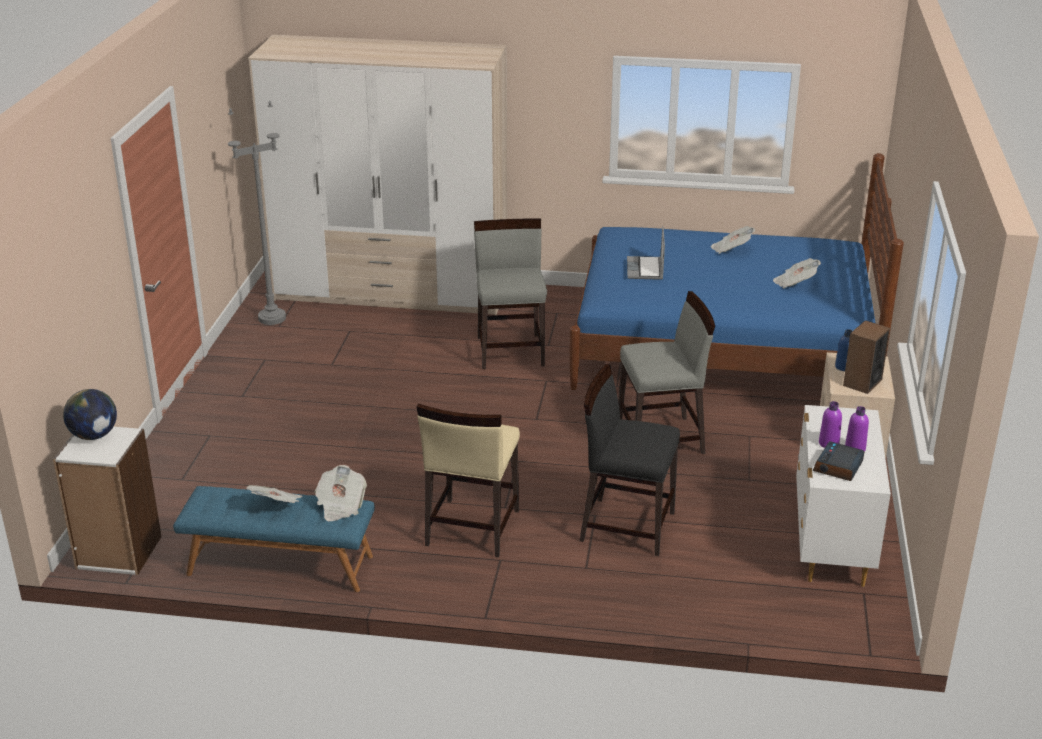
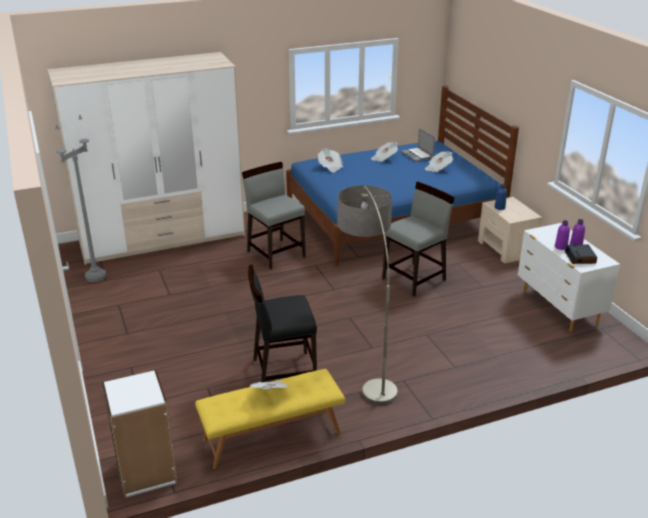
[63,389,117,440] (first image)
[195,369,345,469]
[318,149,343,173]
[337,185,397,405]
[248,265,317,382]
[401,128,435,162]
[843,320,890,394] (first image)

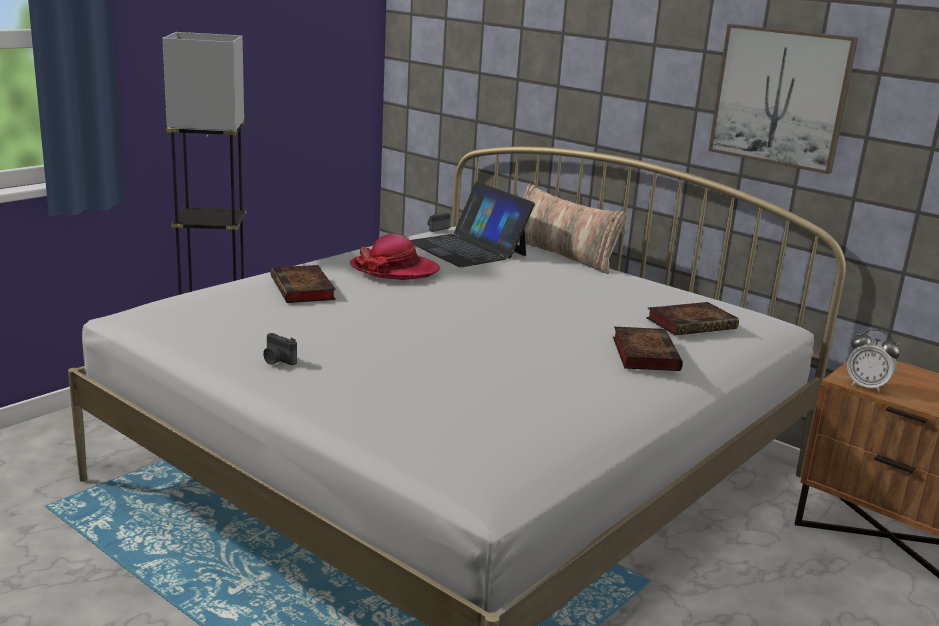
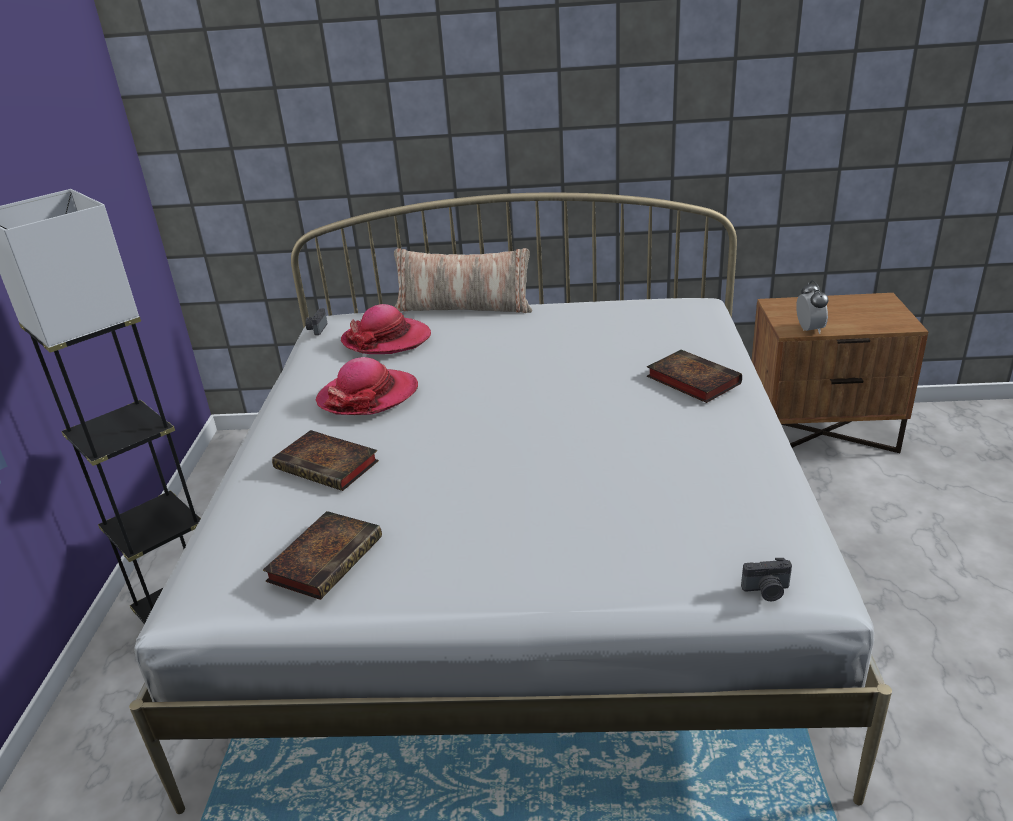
[741,558,792,601]
[341,304,431,354]
[263,511,382,600]
[708,24,858,174] (first image)
[796,280,828,334]

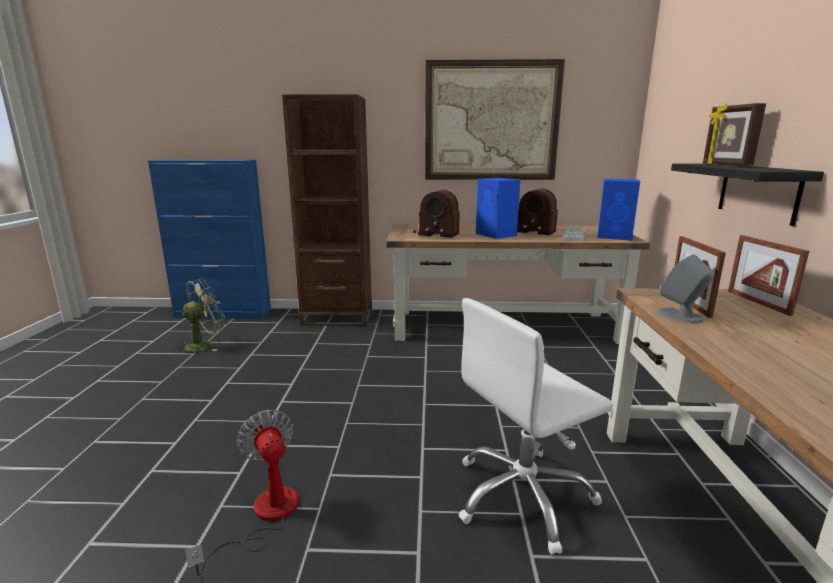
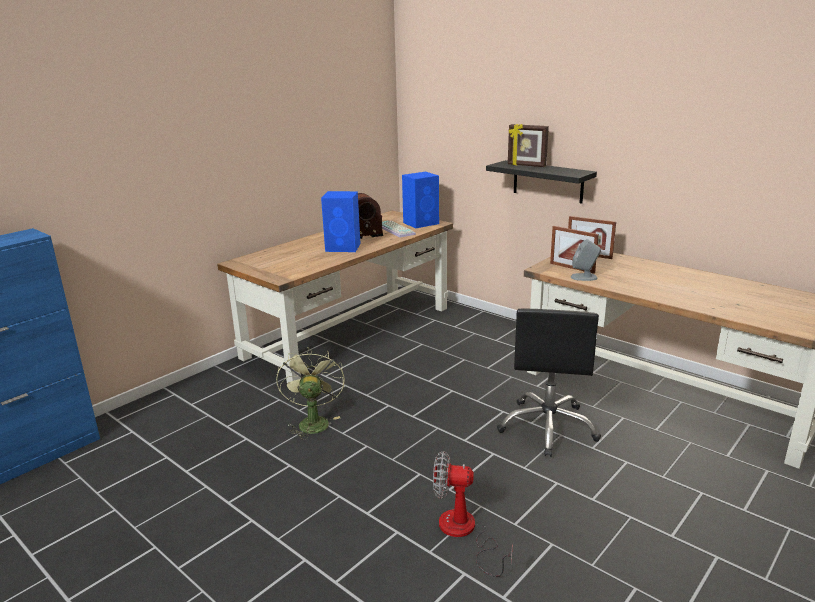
[276,347,345,440]
[282,94,372,326] (first image)
[413,190,460,238] (first image)
[425,59,565,180] (first image)
[497,309,601,457]

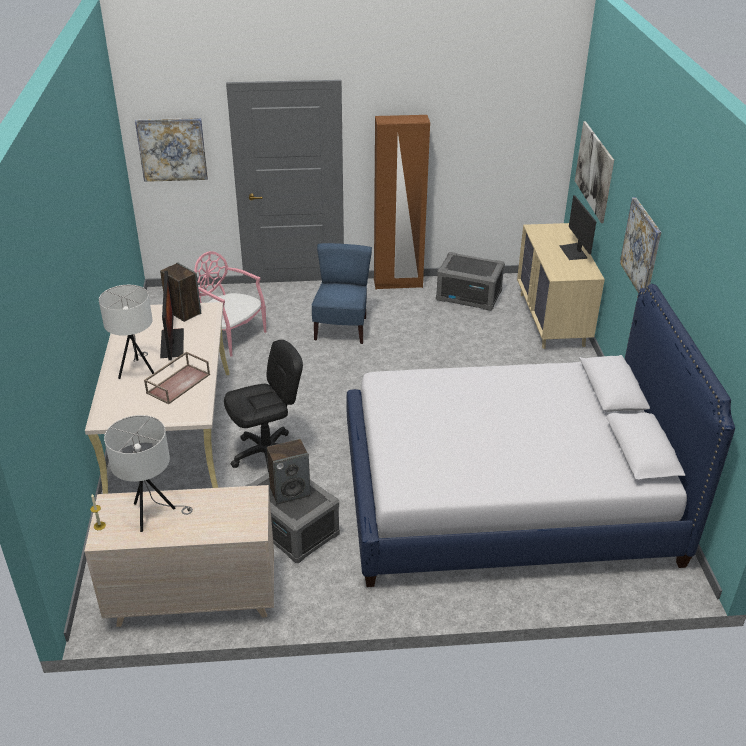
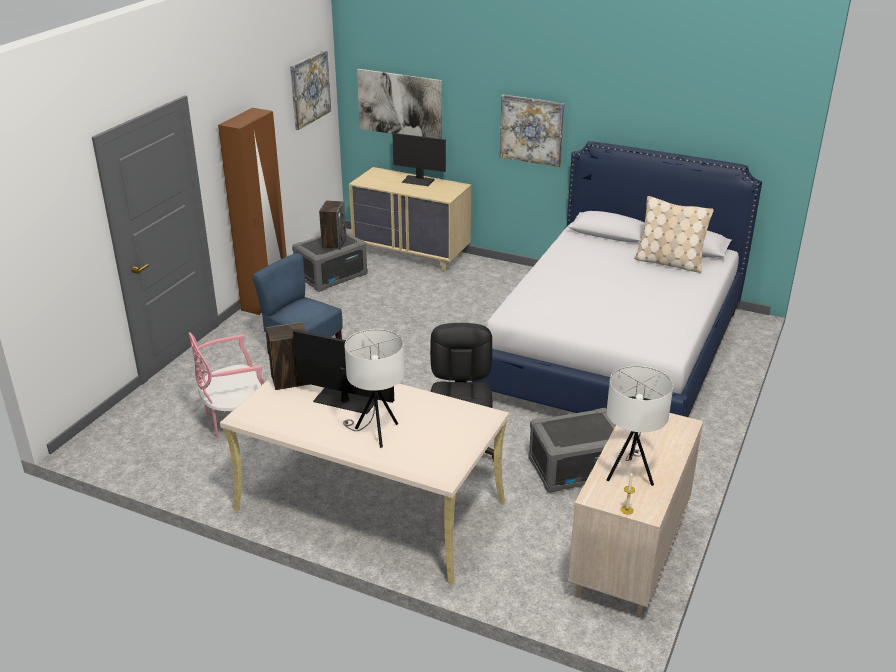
[290,50,331,130]
[144,351,210,404] (first image)
[319,201,346,250]
[634,196,714,273]

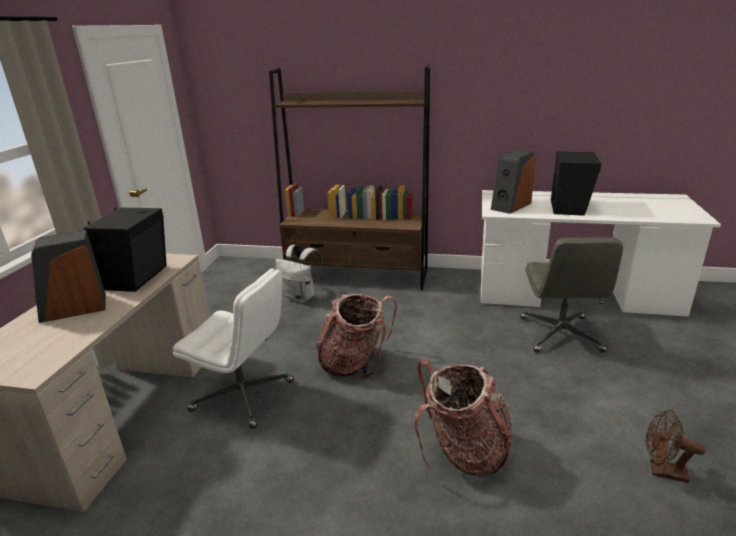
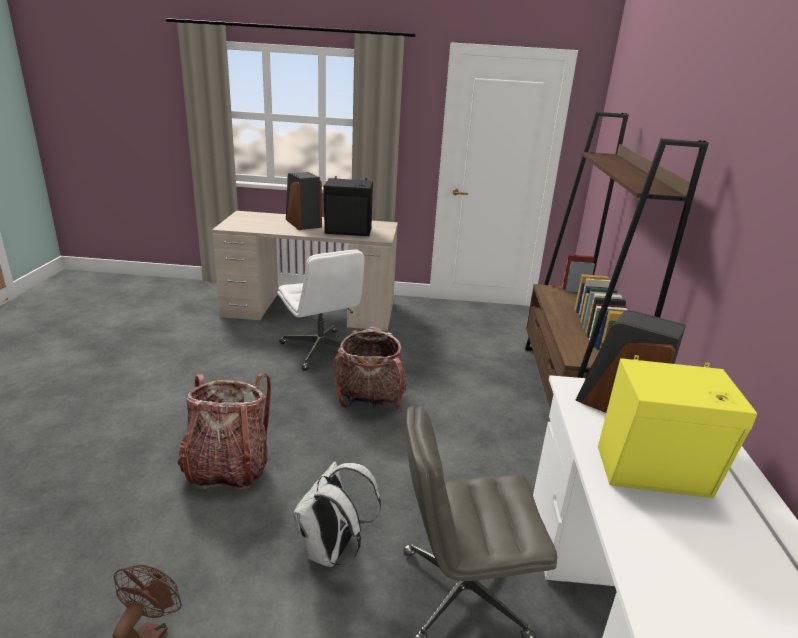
[278,249,365,371]
[293,461,381,567]
[598,355,757,498]

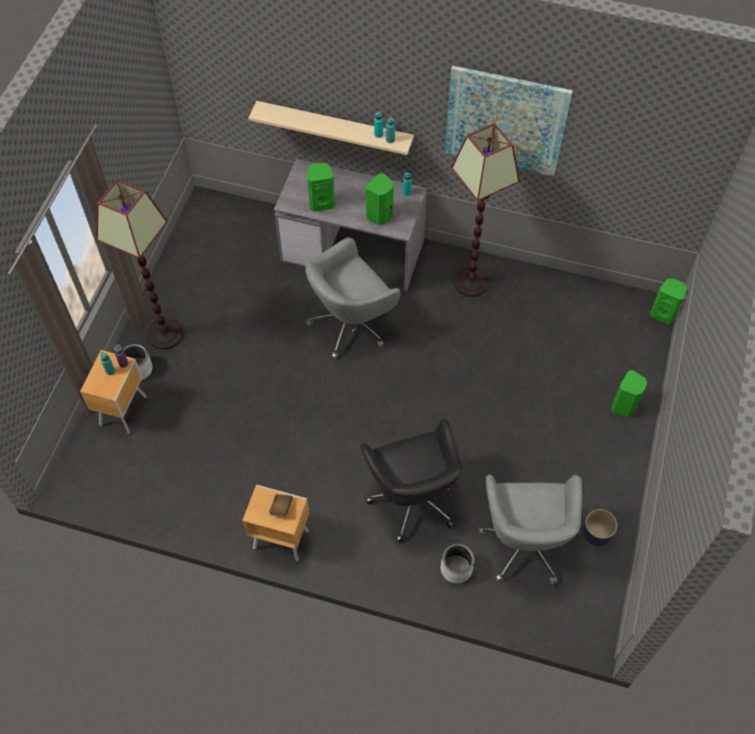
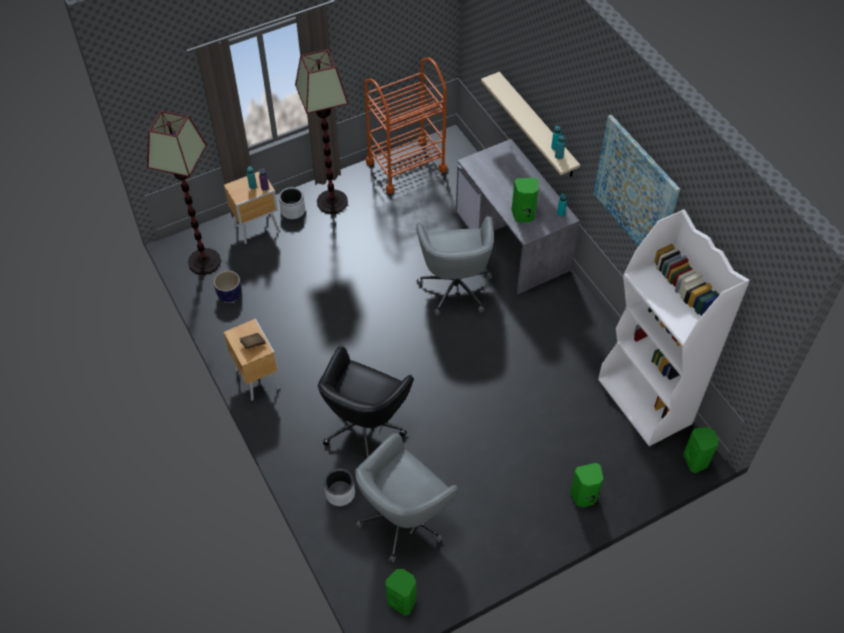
[416,216,493,315]
[385,569,416,616]
[147,111,221,275]
[214,271,242,302]
[364,58,447,194]
[598,209,750,446]

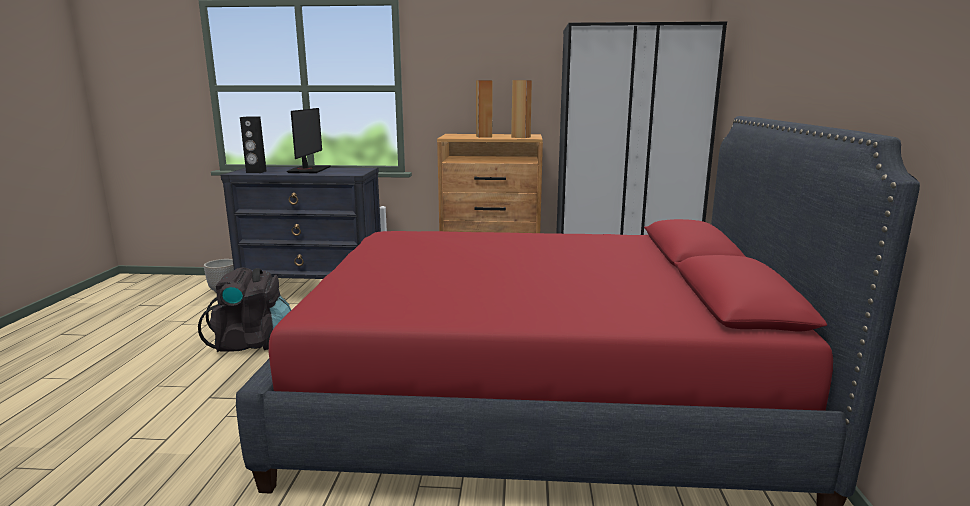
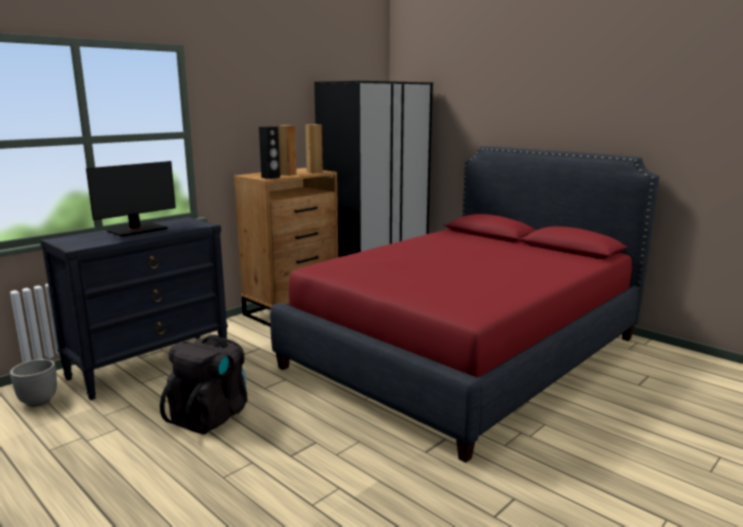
[259,126,280,179]
[86,161,176,237]

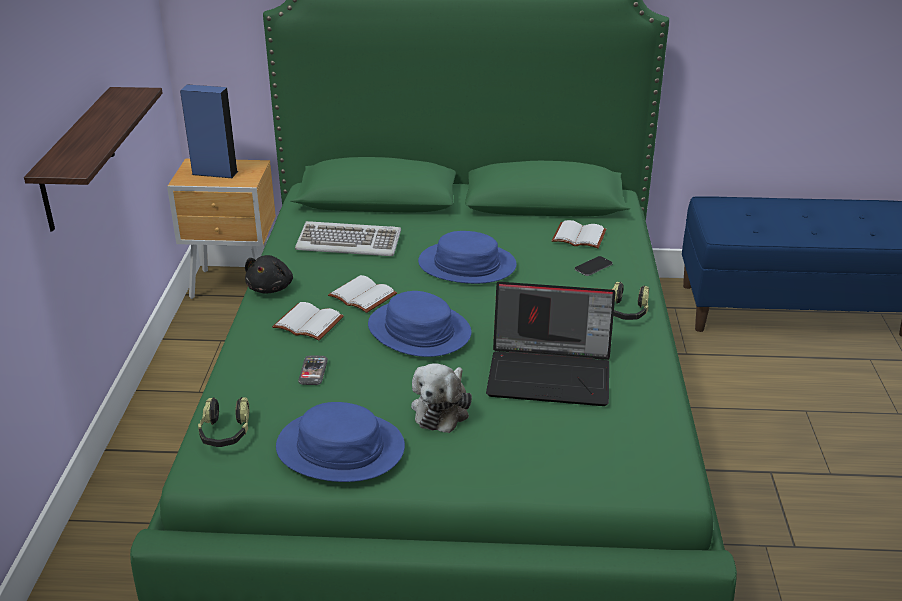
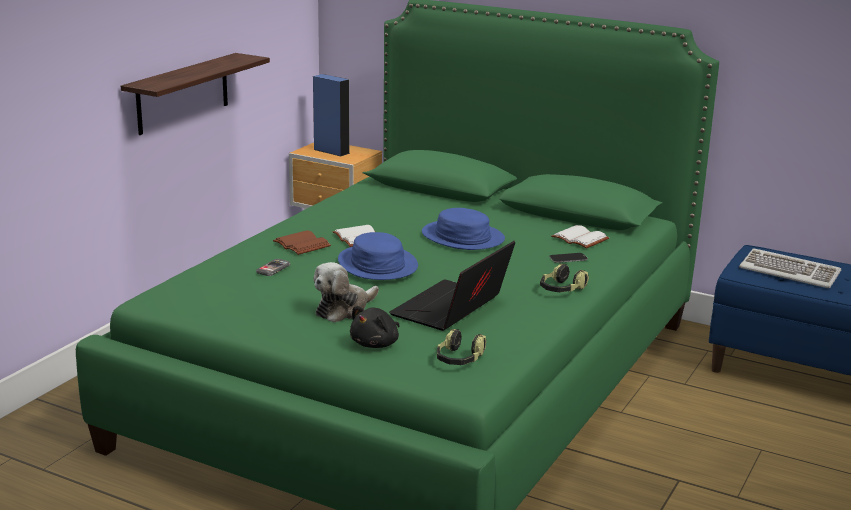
[437,329,486,365]
[350,306,400,348]
[273,230,331,255]
[276,402,405,482] (first image)
[739,248,841,288]
[389,241,515,331]

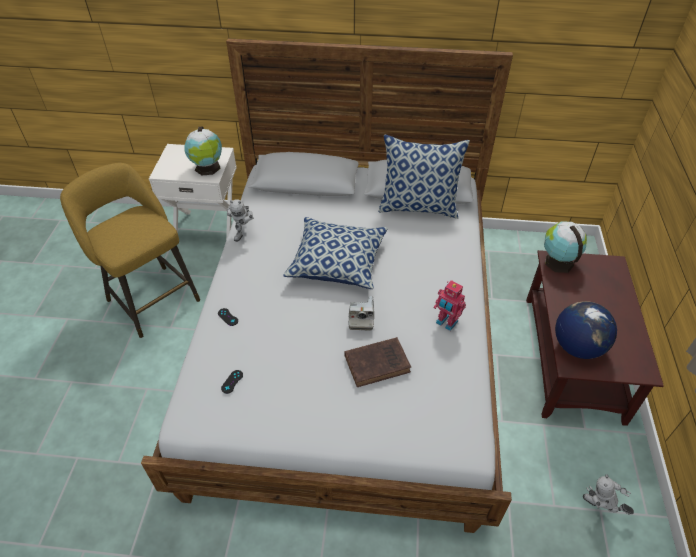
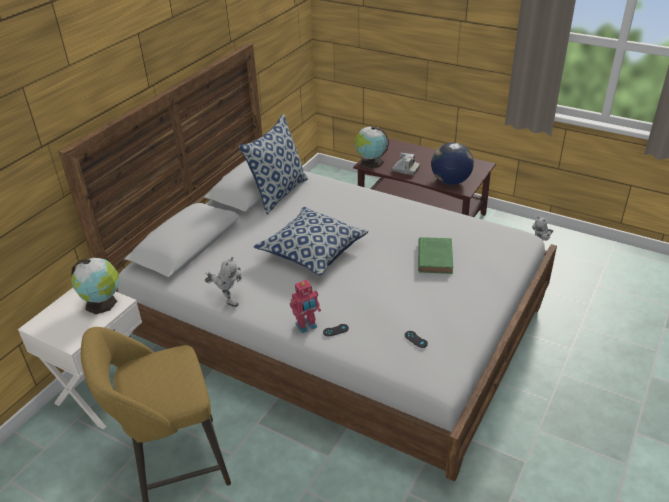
[418,237,453,274]
[392,153,420,175]
[290,280,321,333]

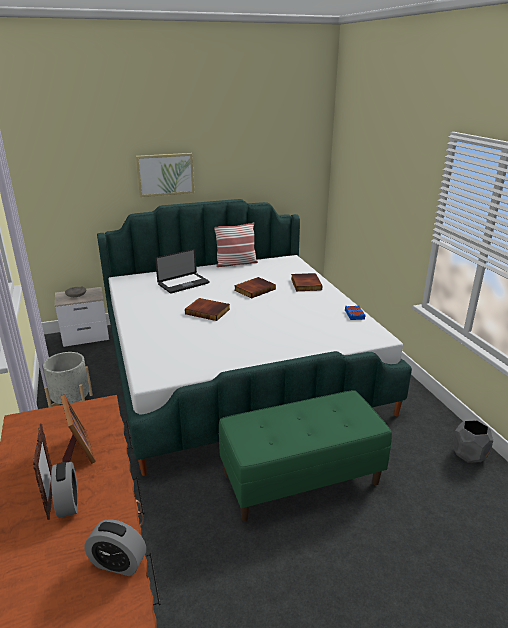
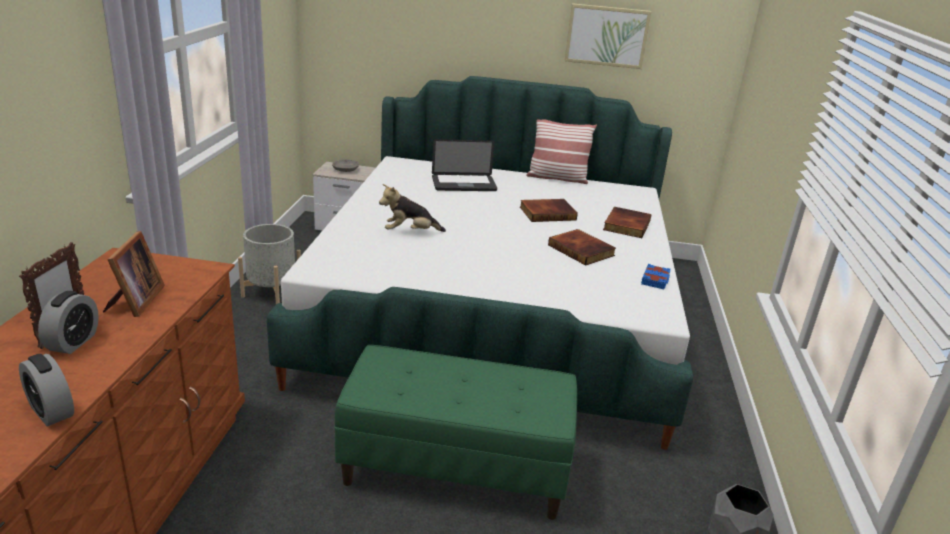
[565,3,652,69]
[548,229,616,265]
[379,184,446,232]

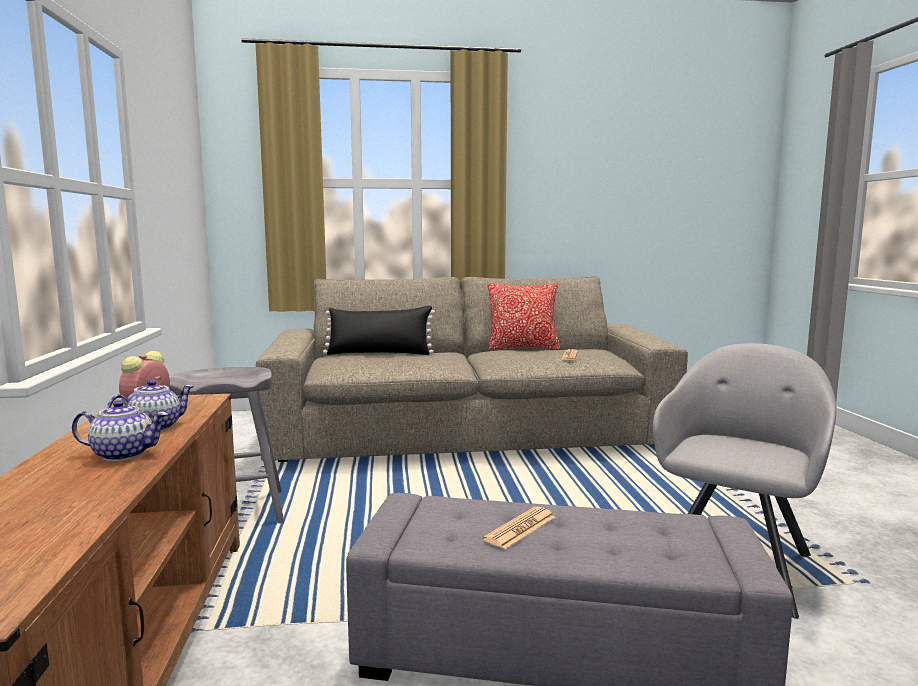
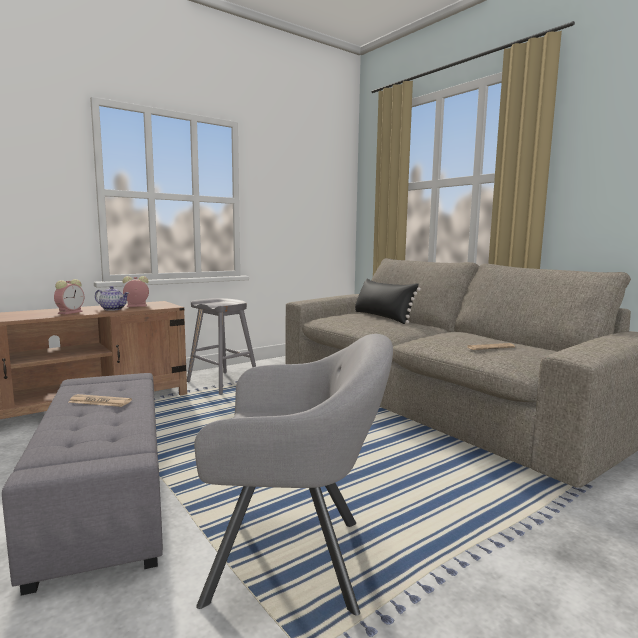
[54,279,84,315]
[488,283,560,350] (first image)

